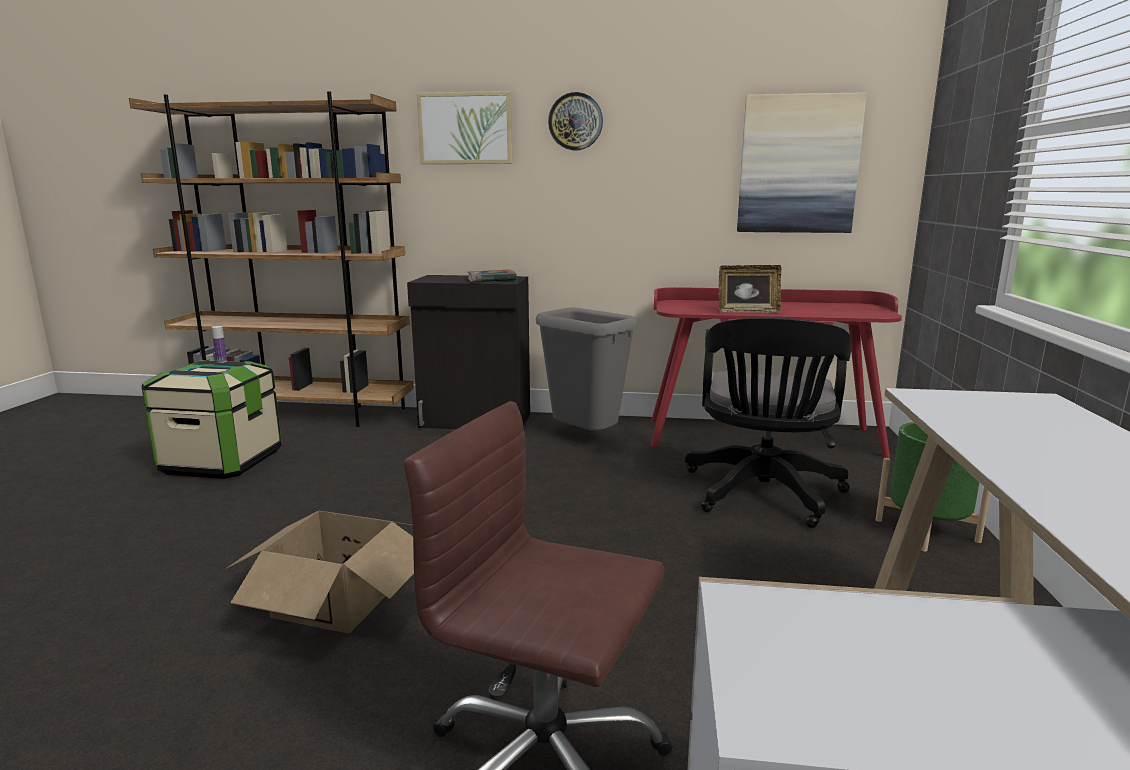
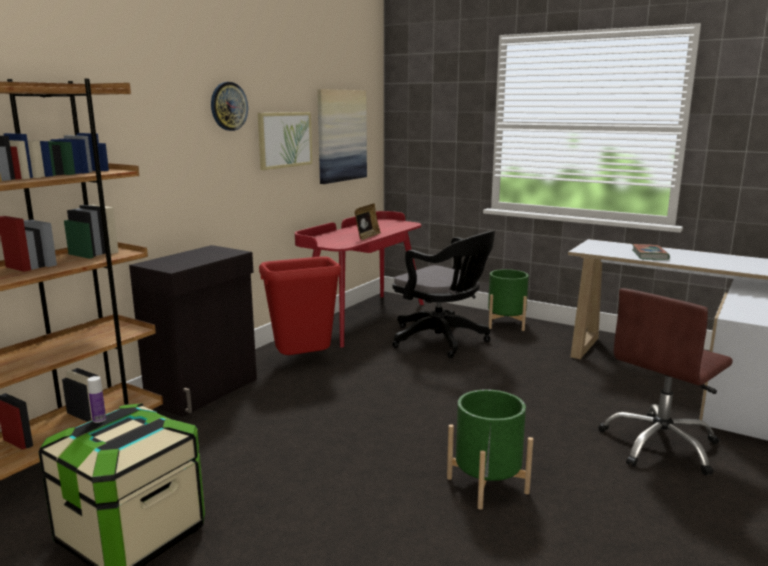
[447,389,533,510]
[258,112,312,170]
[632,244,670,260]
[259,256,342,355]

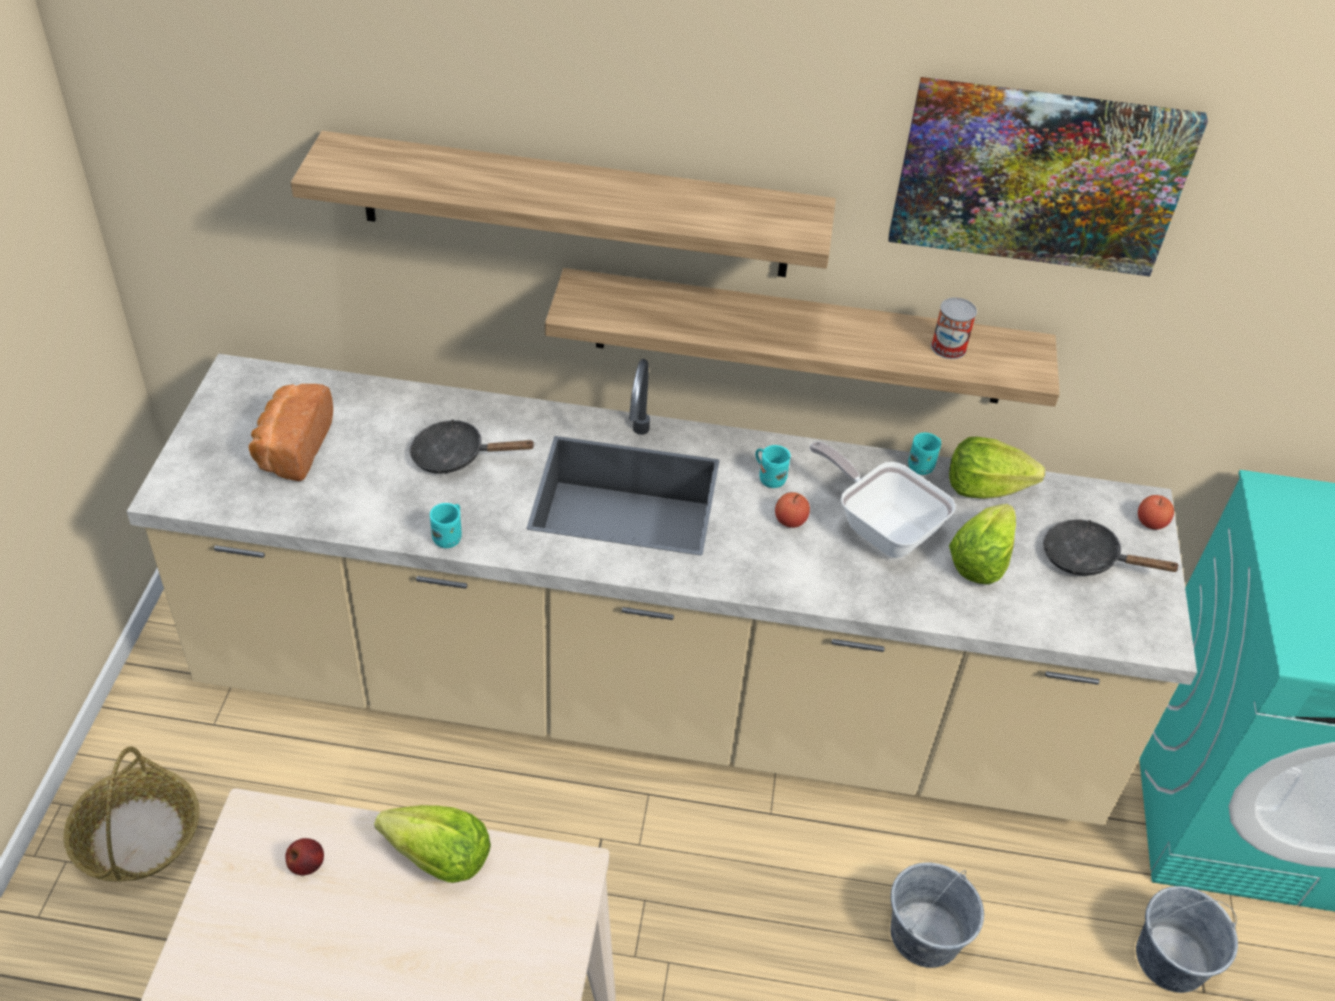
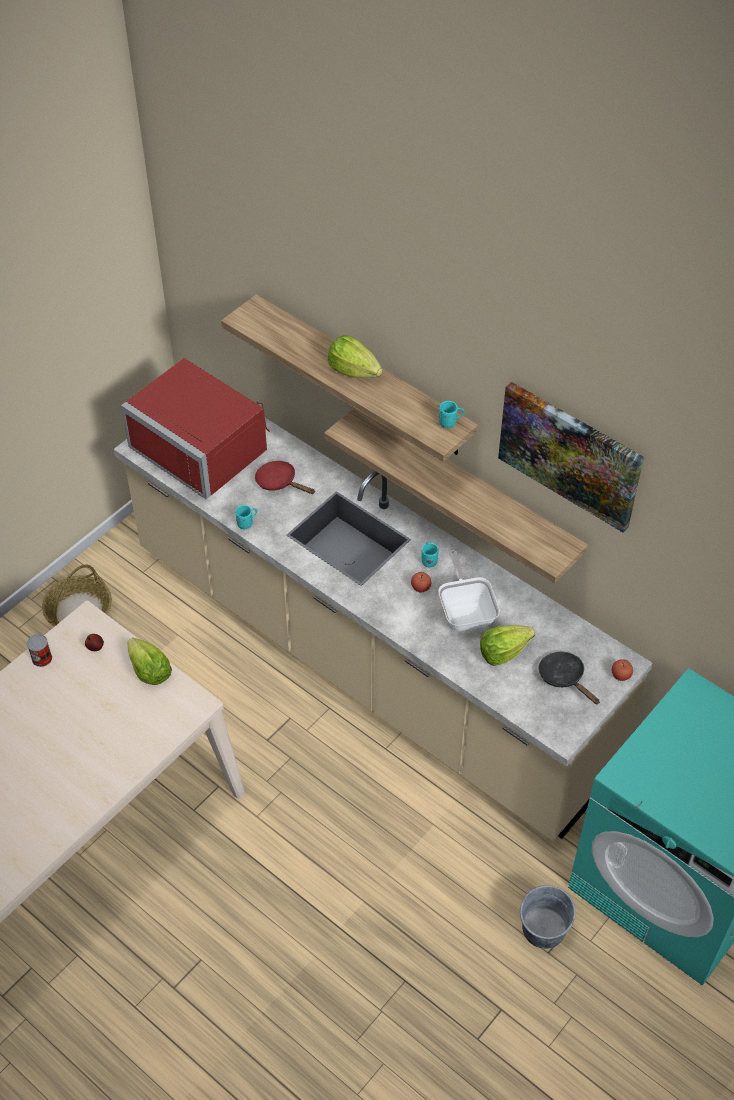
[121,358,270,499]
[255,461,315,494]
[890,863,984,968] (first image)
[438,401,465,428]
[27,634,52,667]
[328,335,383,378]

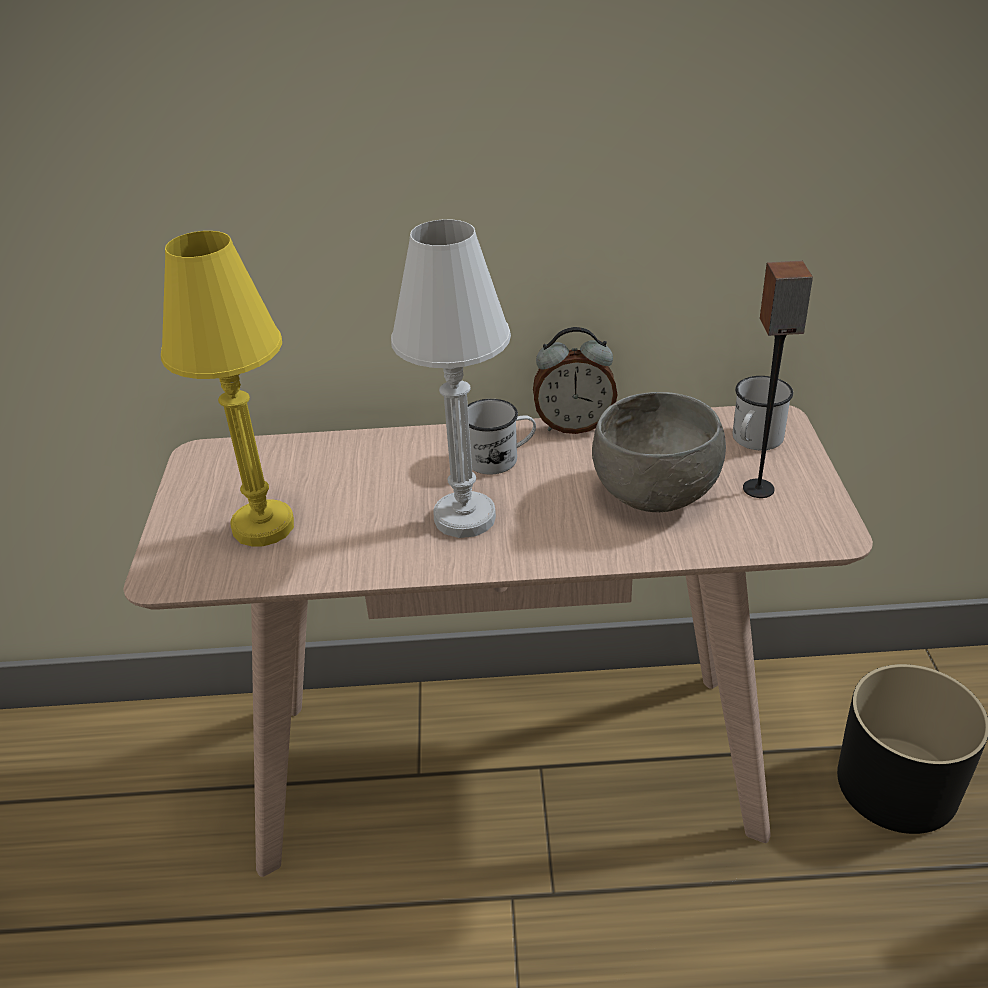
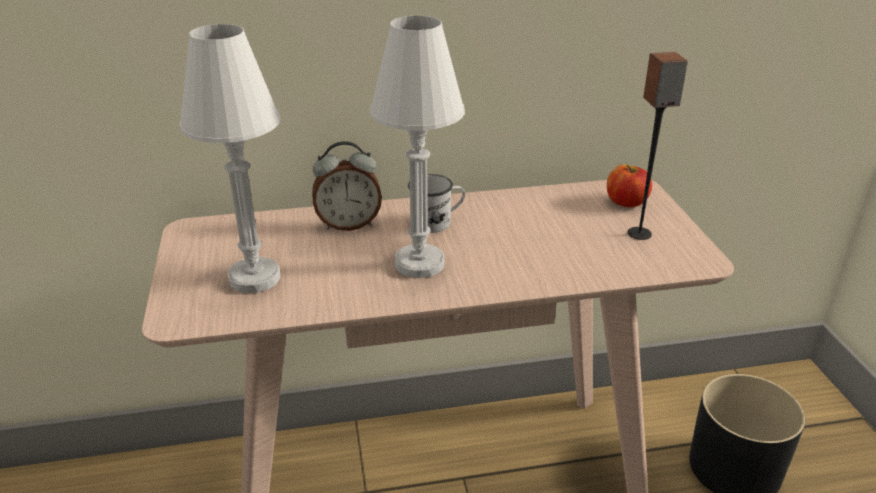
[179,24,281,293]
[312,141,382,231]
[592,392,726,512] (first image)
[607,165,652,207]

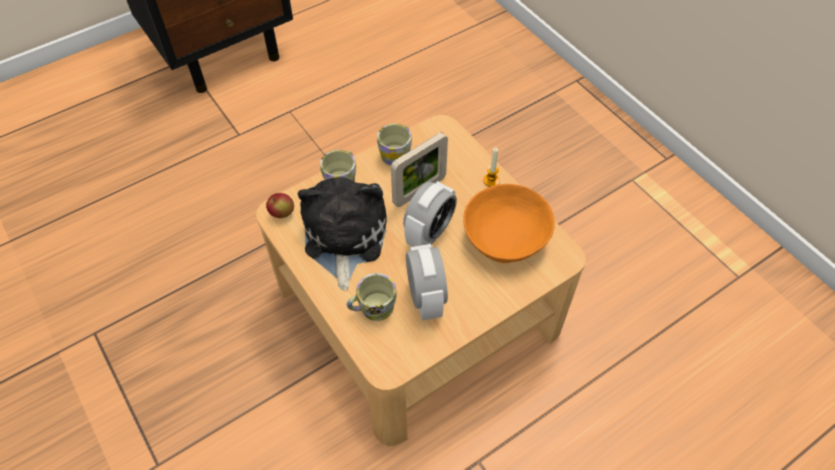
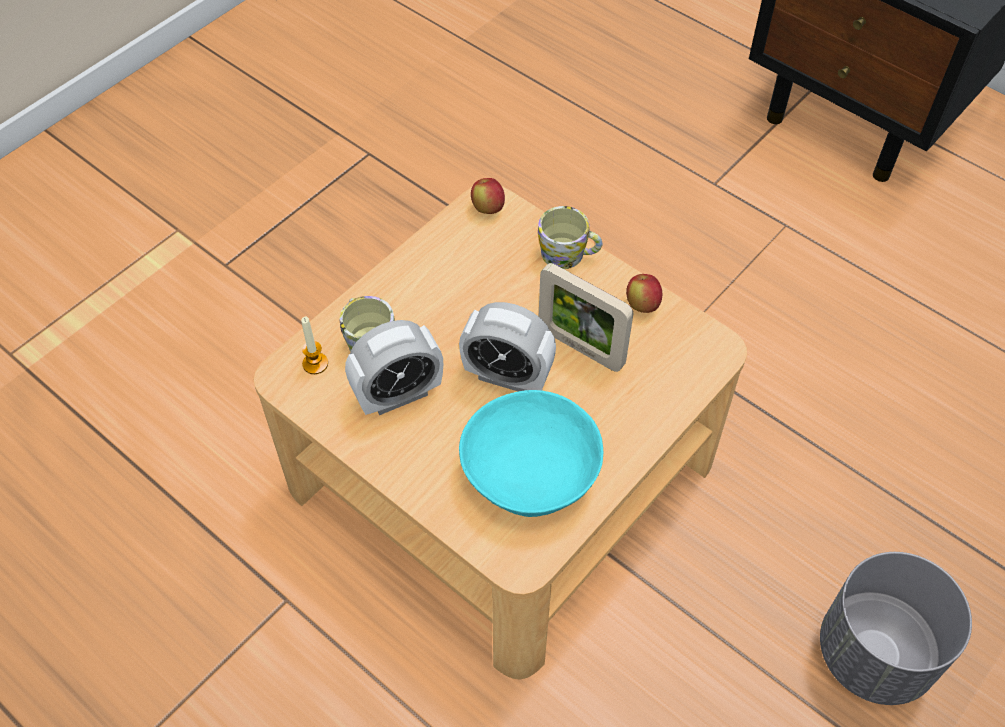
[297,177,387,290] (first image)
[626,274,662,313]
[459,390,603,517]
[301,317,328,374]
[820,552,972,705]

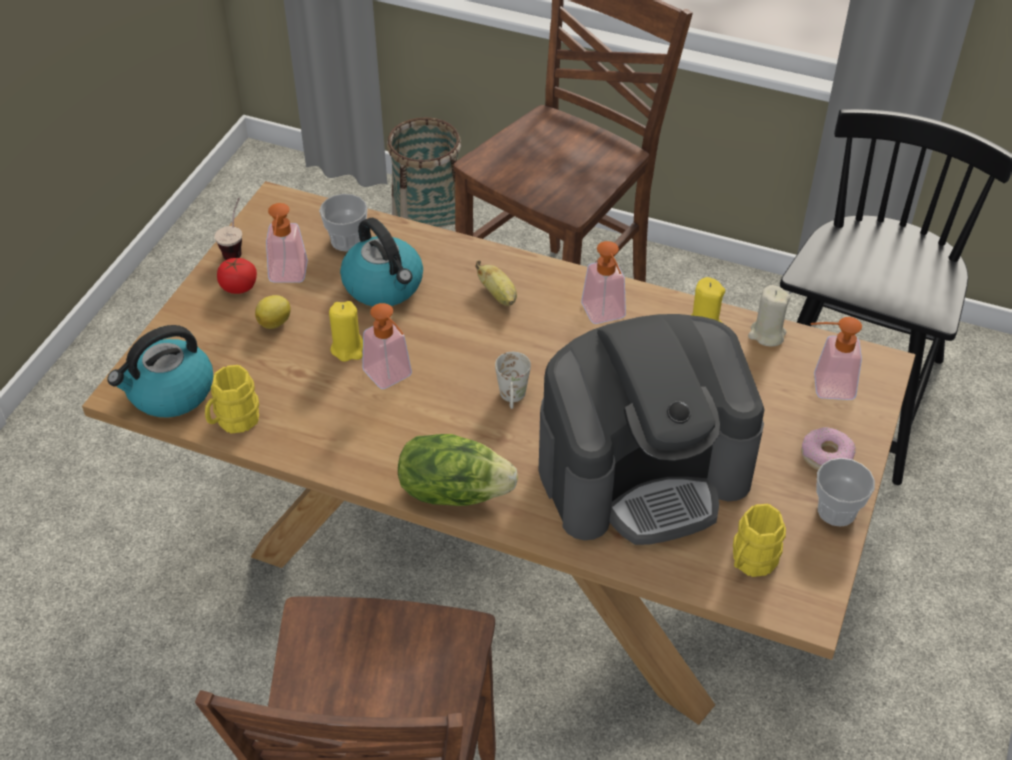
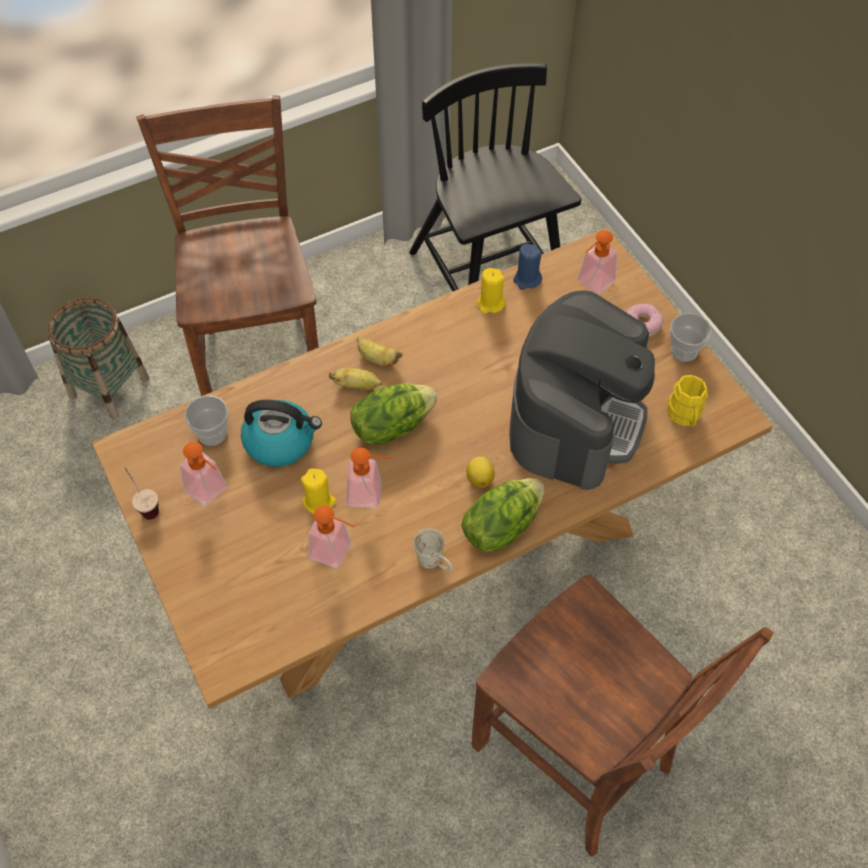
[107,325,213,418] (first image)
[205,365,259,434] (first image)
[217,258,257,294] (first image)
[467,456,495,488]
[414,529,453,571]
[309,505,355,568]
[513,244,542,290]
[350,384,437,445]
[357,336,402,366]

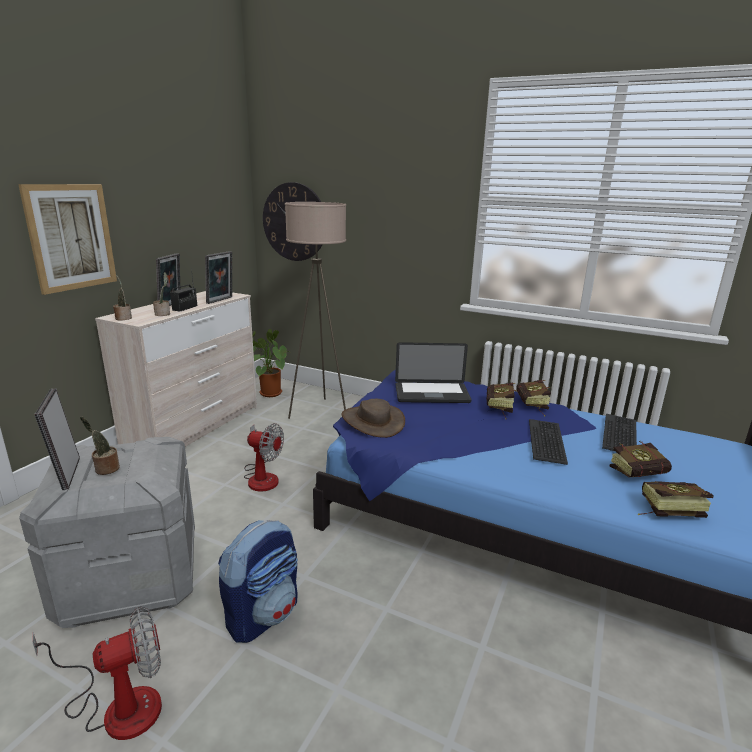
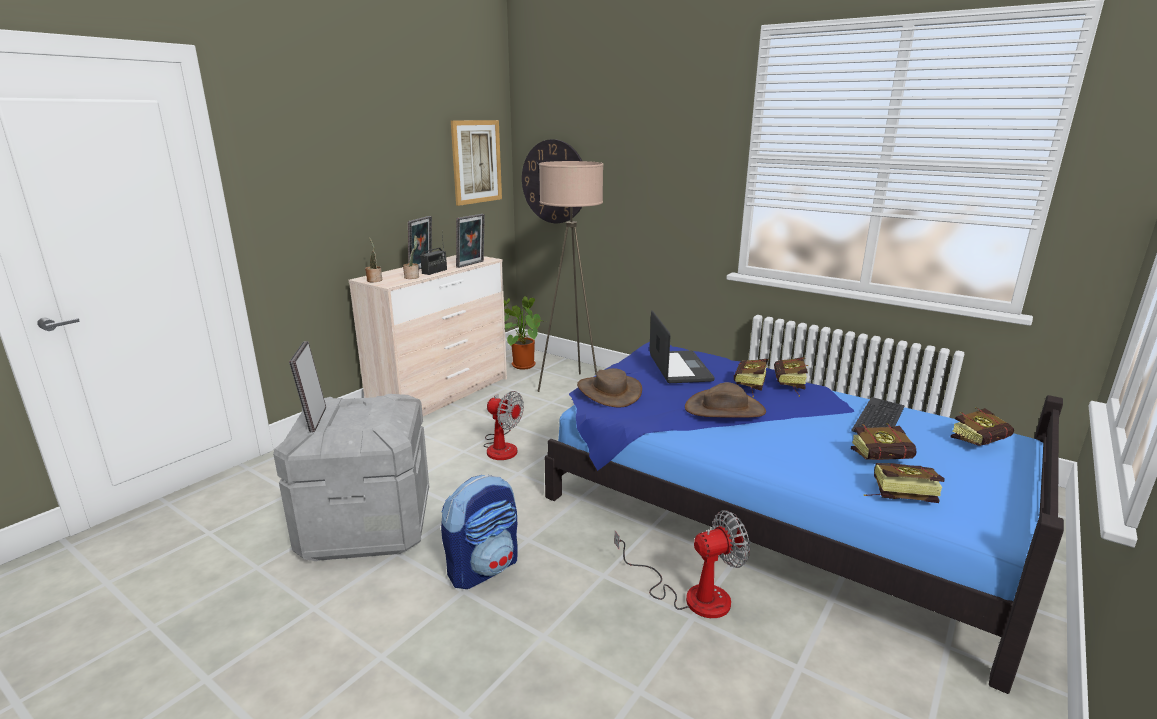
[451,120,502,206]
[614,510,750,618]
[80,417,120,475] (first image)
[649,310,715,383]
[529,419,568,465] (first image)
[685,382,766,418]
[950,408,1014,446]

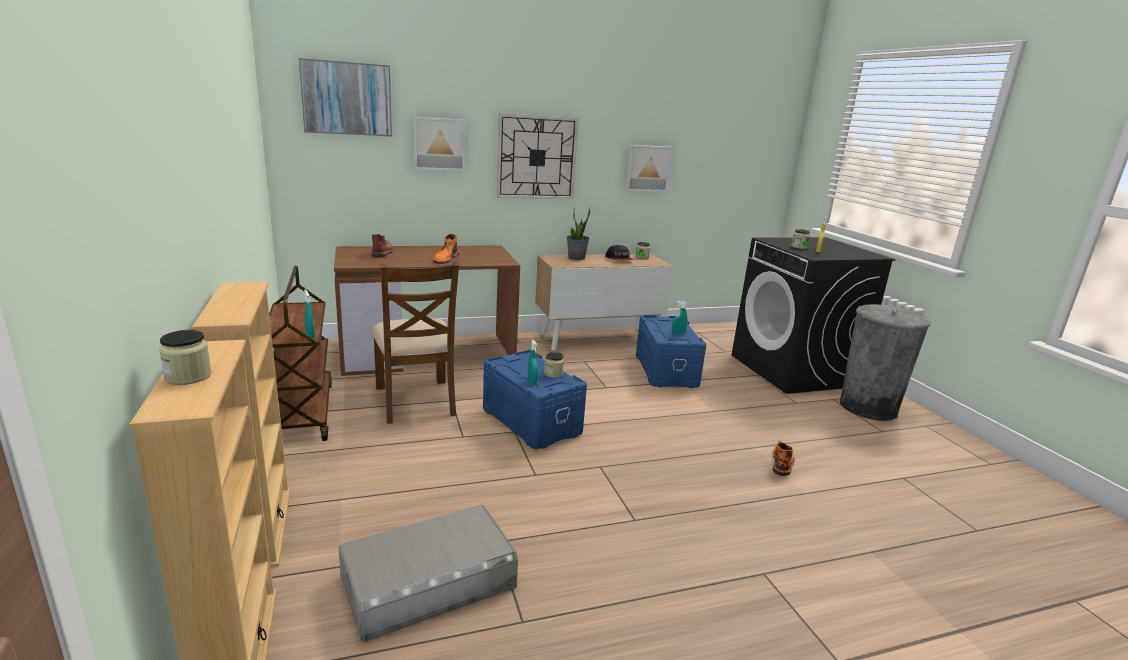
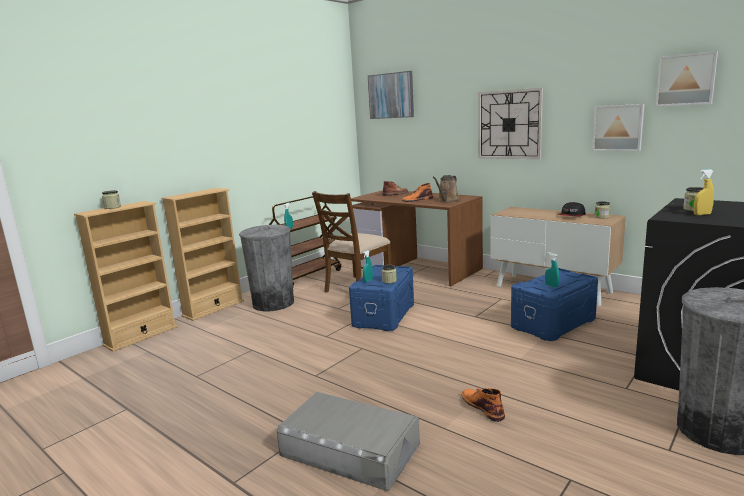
[277,392,420,491]
[656,51,718,106]
[567,207,590,260] (first image)
[462,388,505,422]
[239,225,294,311]
[433,175,460,202]

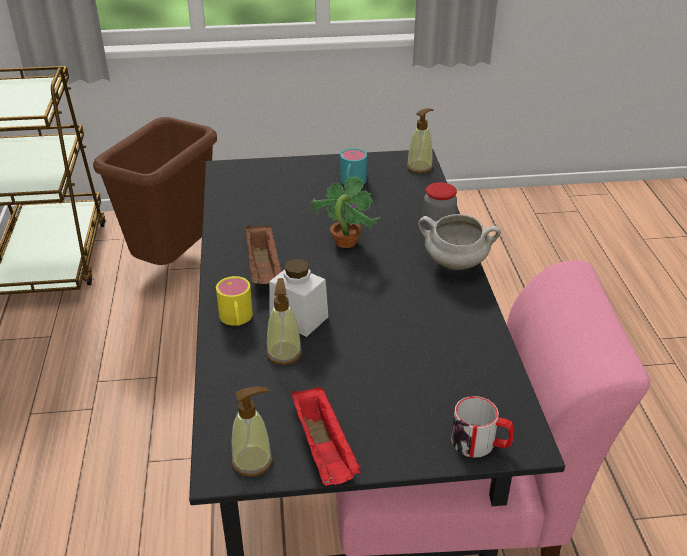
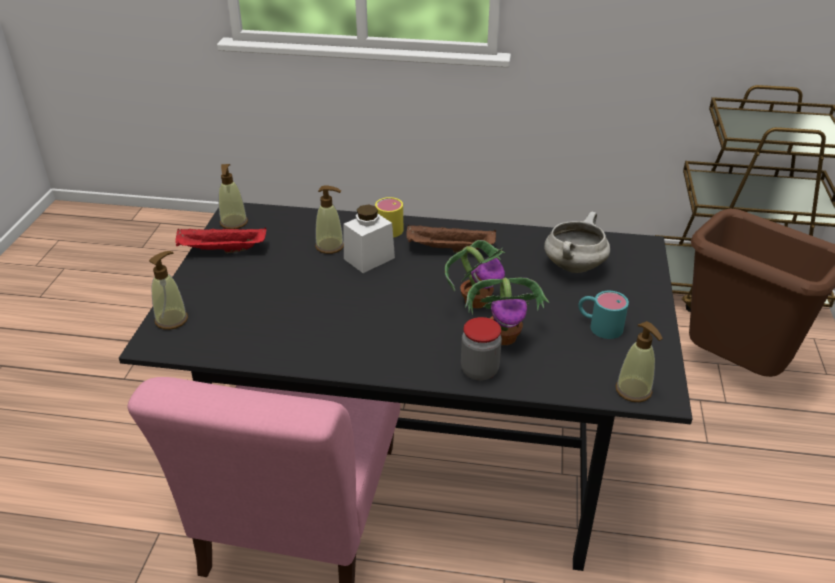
[544,211,610,273]
[149,251,188,330]
[465,277,549,345]

